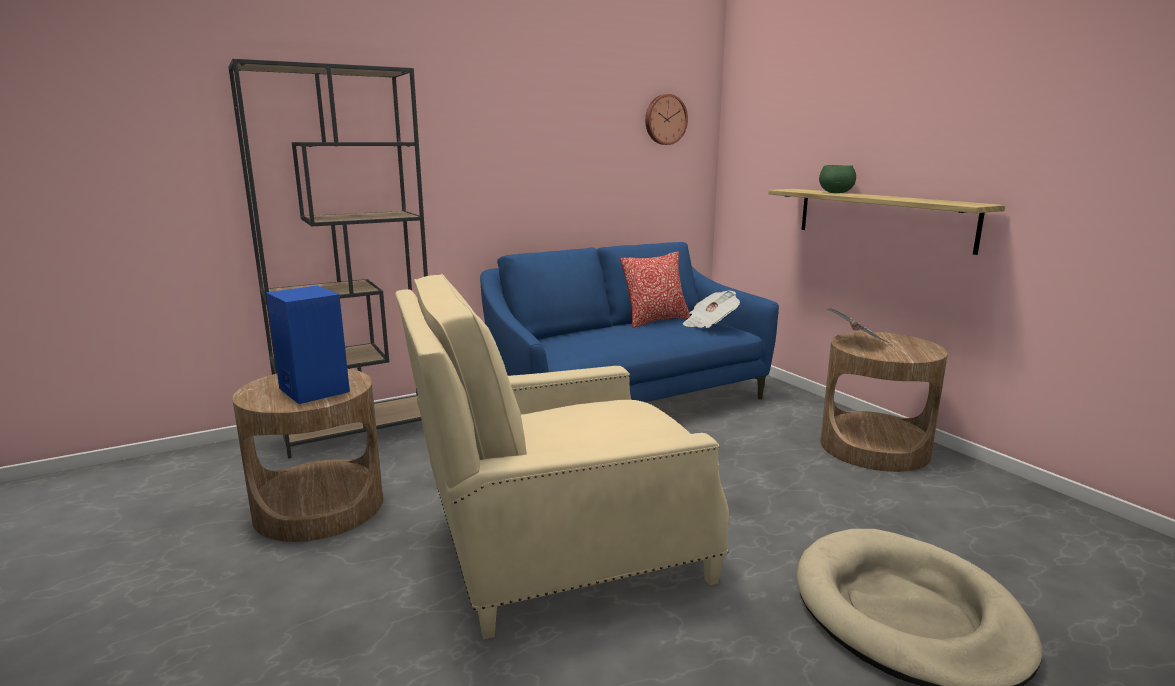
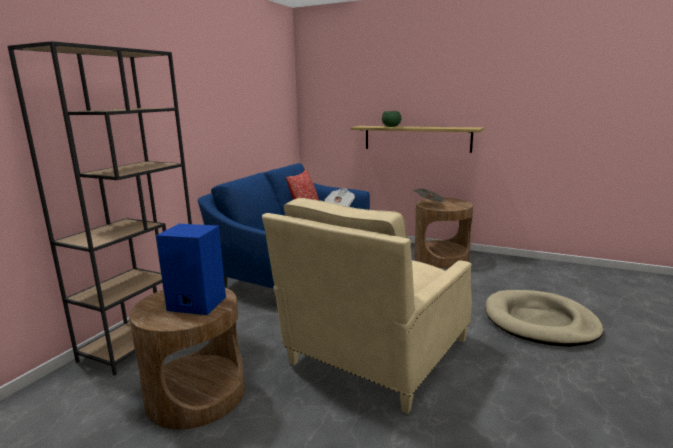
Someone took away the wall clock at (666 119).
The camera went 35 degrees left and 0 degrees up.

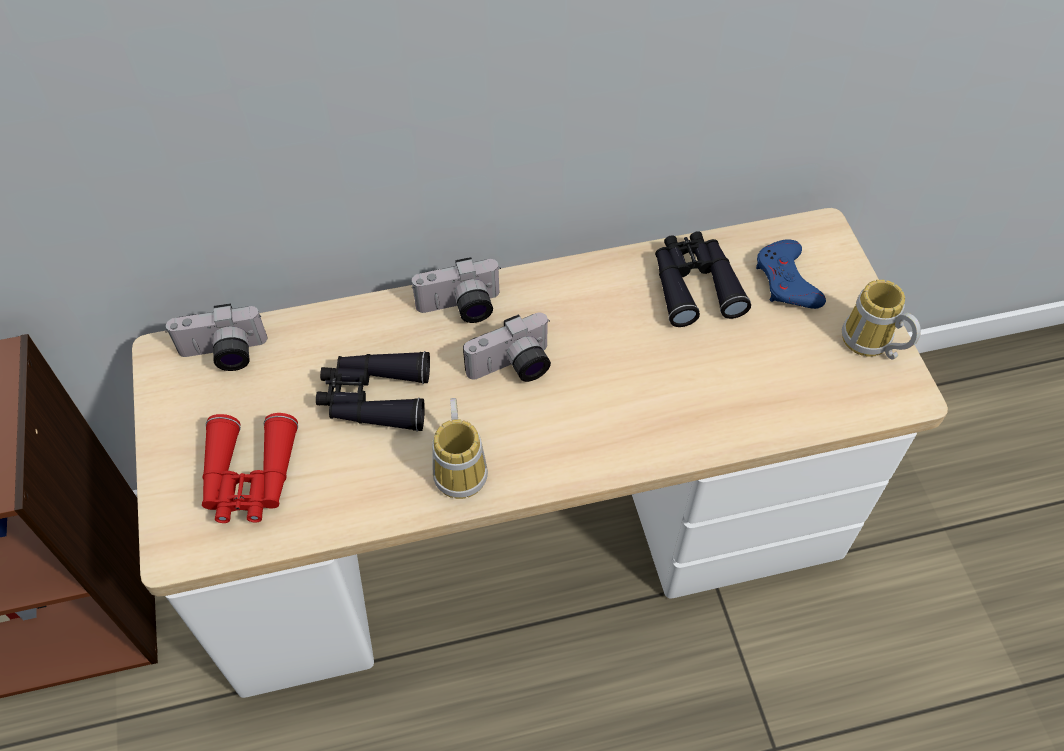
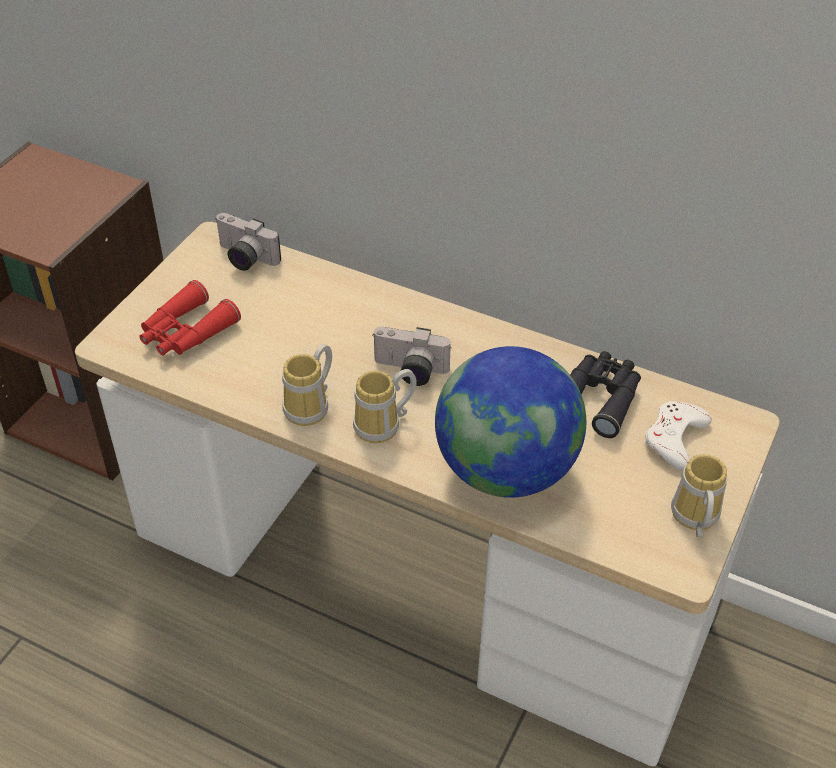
Someone put down the tea mug at (385 406).
Someone put down the globe at (510 422).
Someone repainted the joypad/blue-coloured at (791 274), which became the joypad/whitish at (678 435).
Someone took away the field glasses/black at (373 391).
Someone took away the still camera at (456 290).
The camera went 40 degrees right and 10 degrees down.

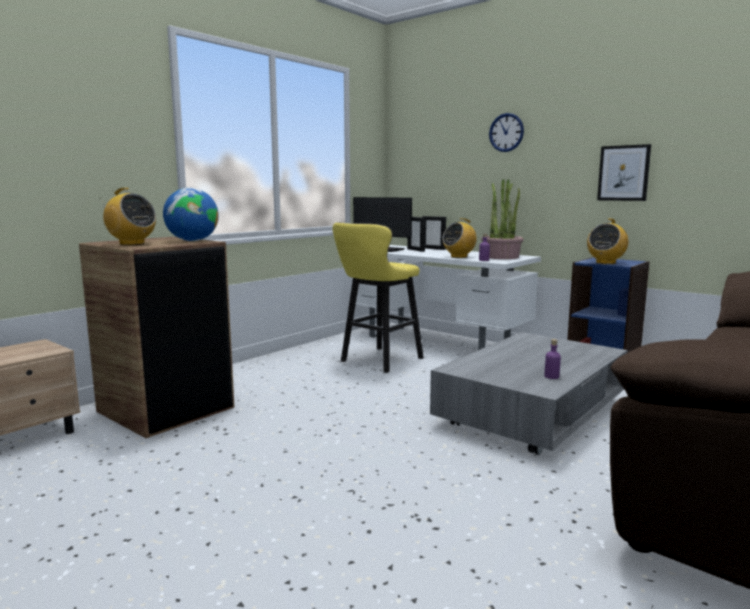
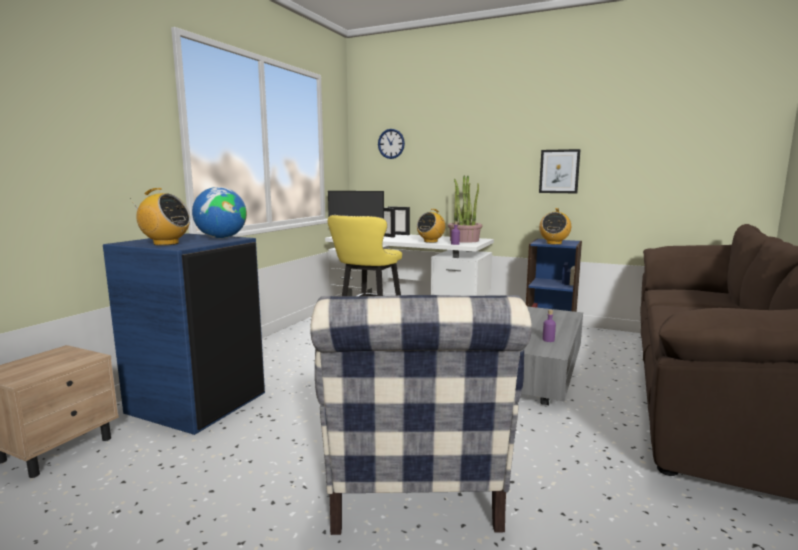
Someone repainted the cabinet/brown at (156 337), which became the cabinet/blue-coloured at (184 334).
Someone put down the lounge chair at (421 415).
Someone carried the wall clock from (506 132) to (391 144).
The camera went 15 degrees left and 0 degrees up.

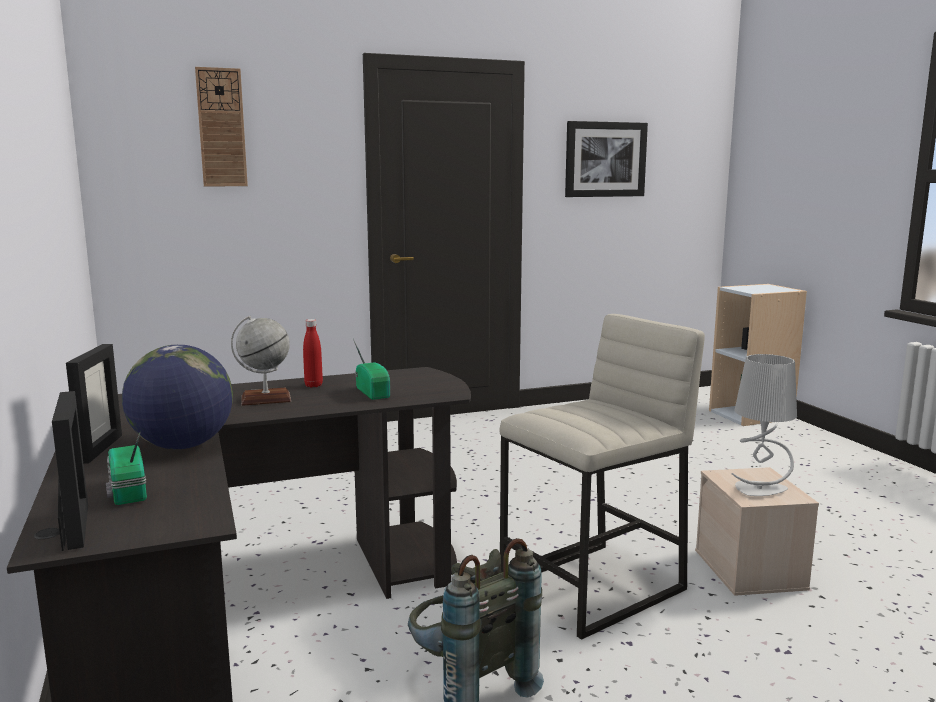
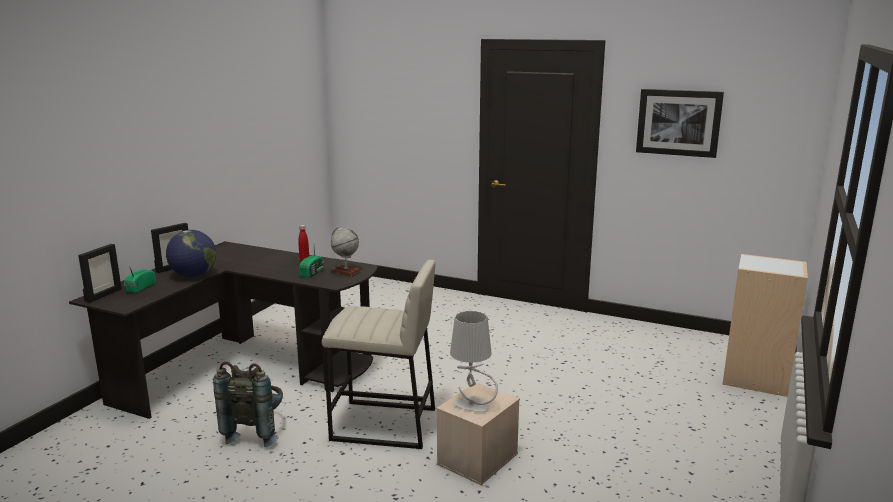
Someone carried the globe from (261 361) to (346 251).
Someone took away the wall clock at (221 127).
The camera went 45 degrees right and 5 degrees up.

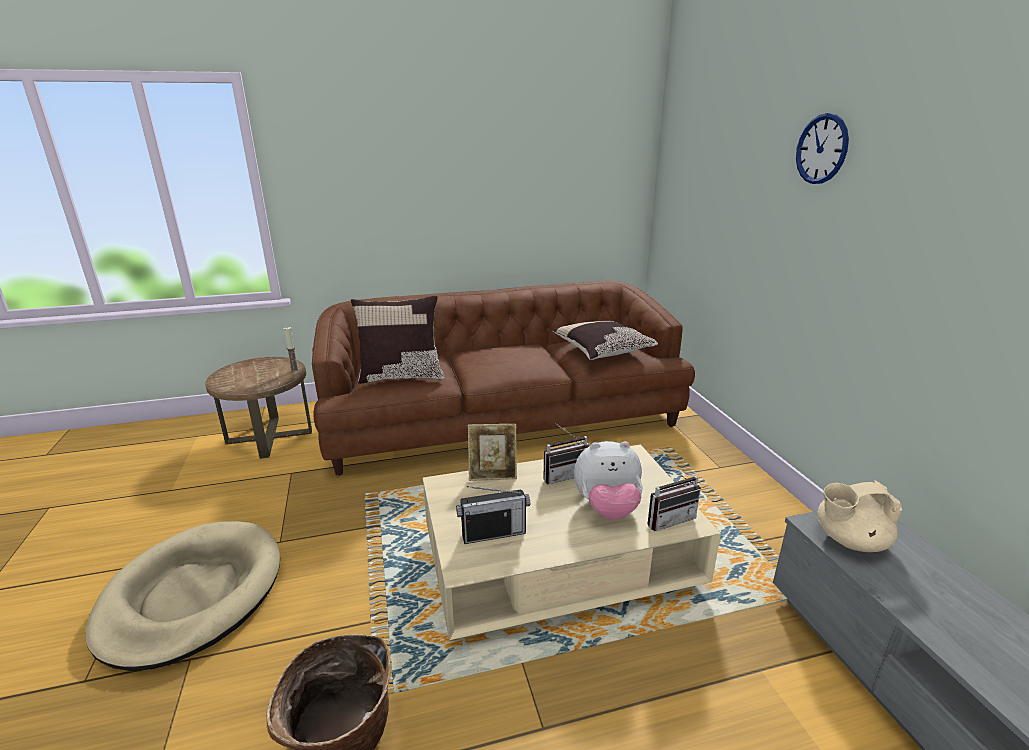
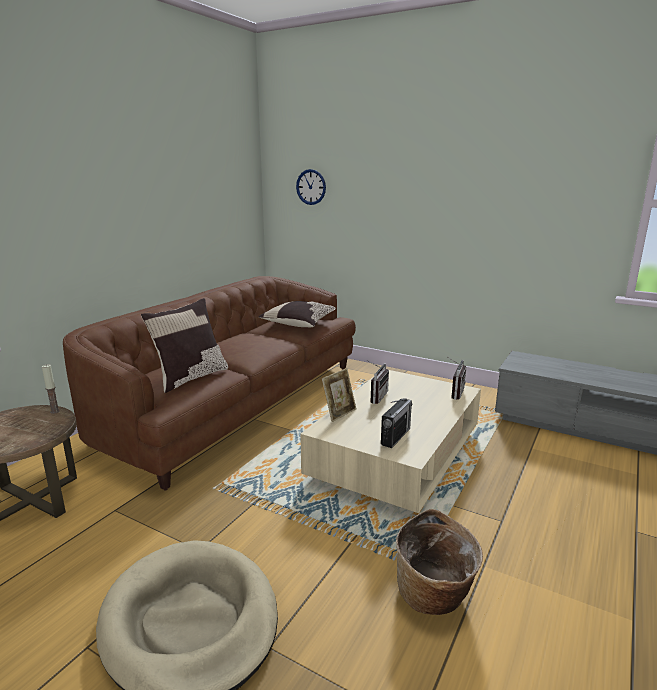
Someone carried the wall clock from (822 148) to (311 187).
Someone took away the cuddly toy at (608 480).
Someone took away the pot for tea/beige-coloured at (859 516).
The camera went 45 degrees left and 5 degrees down.

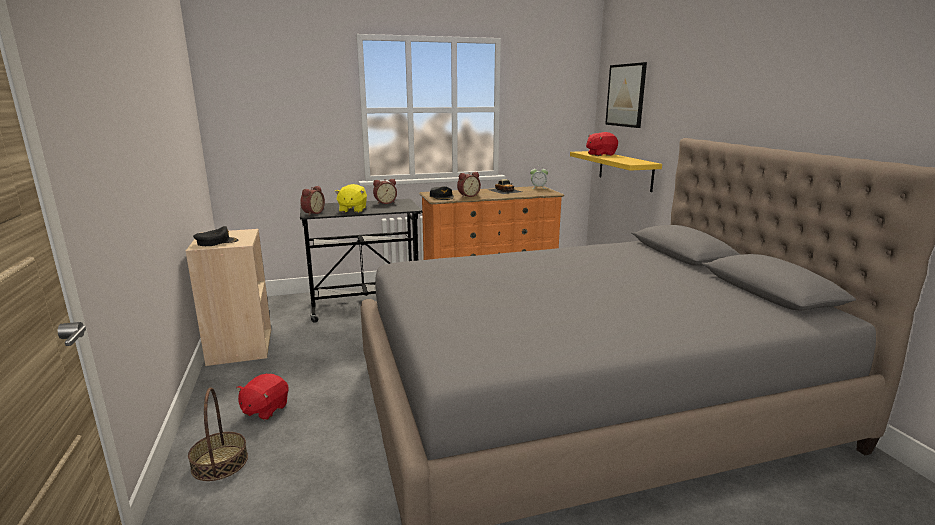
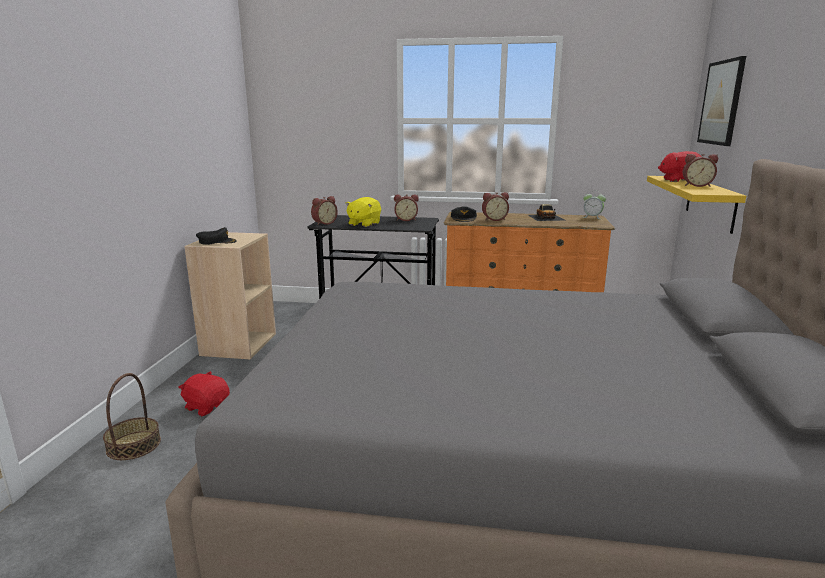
Someone rotated the cuddly toy/red-coloured at (262 397) by 75 degrees clockwise.
Someone put down the alarm clock at (700 170).
The camera went 25 degrees right and 0 degrees up.

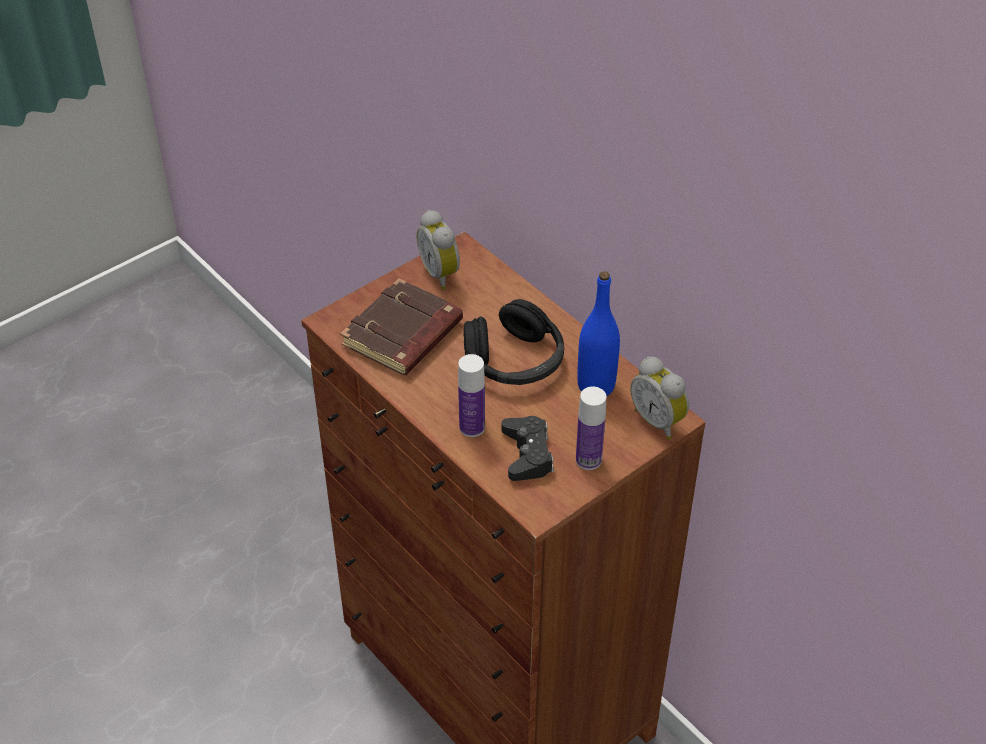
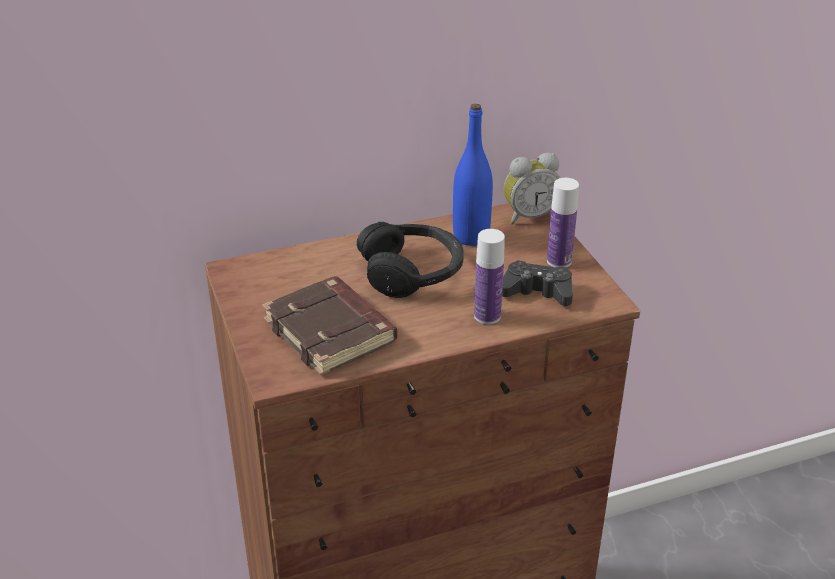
Someone took away the alarm clock at (438 250).
The camera went 70 degrees left and 10 degrees down.

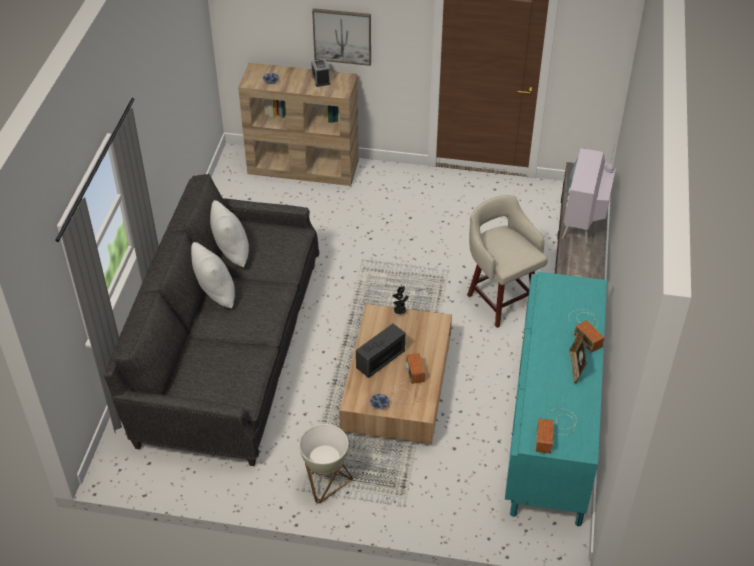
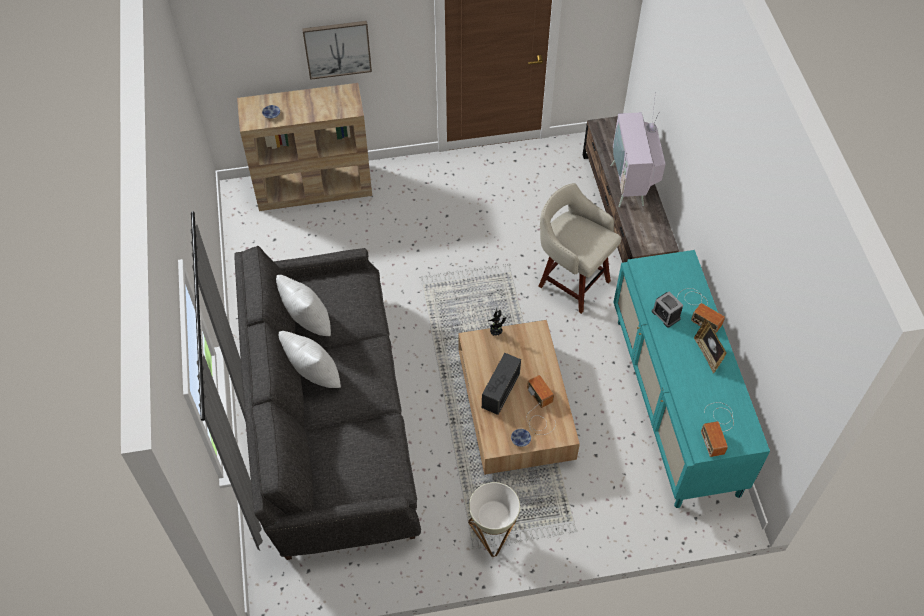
Someone carried the alarm clock from (321 73) to (667 309).
The camera went 20 degrees left and 10 degrees up.

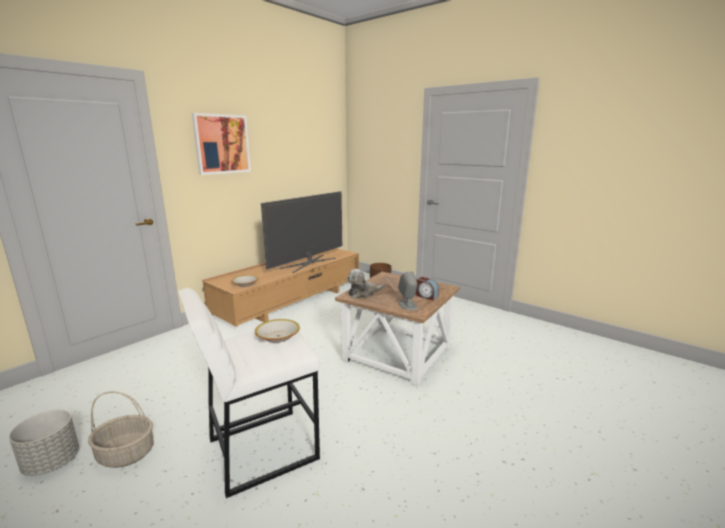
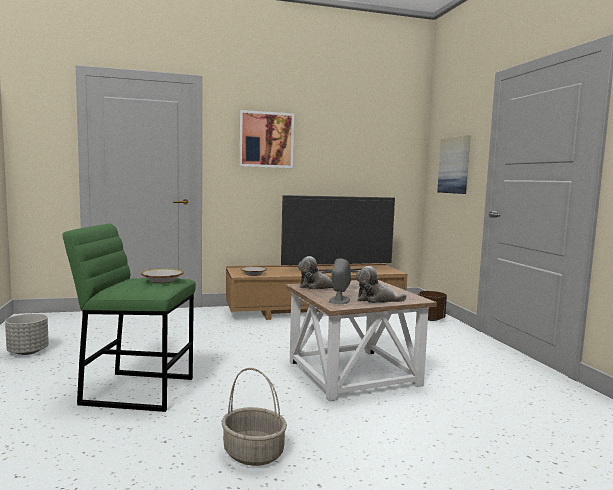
Someone repainted the stool seat/whitish at (249 393), which became the stool seat/green at (129 318).
Someone carried the storage basket from (121 429) to (254 417).
Someone swapped the alarm clock at (427 288) for the cuddly toy at (381 284).
Someone put up the picture at (453 164).
The camera went 35 degrees right and 10 degrees down.

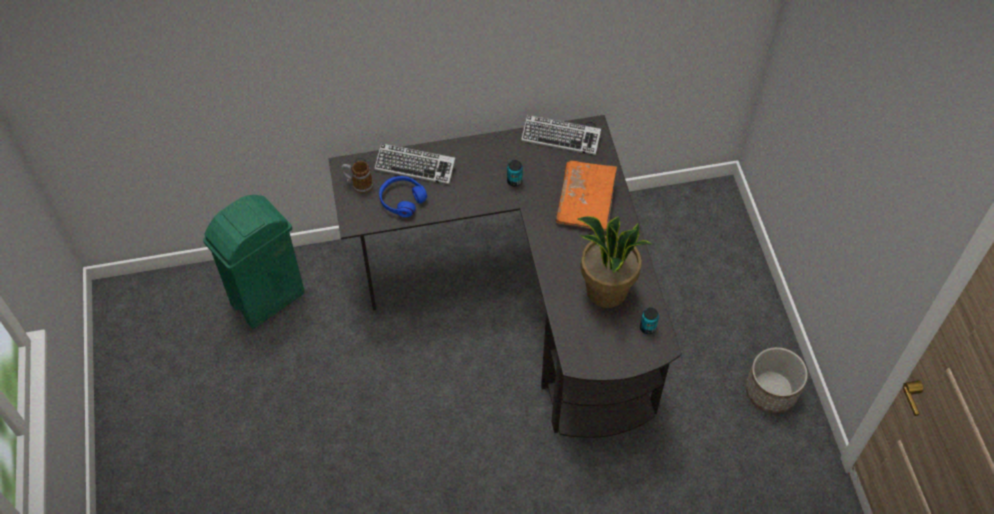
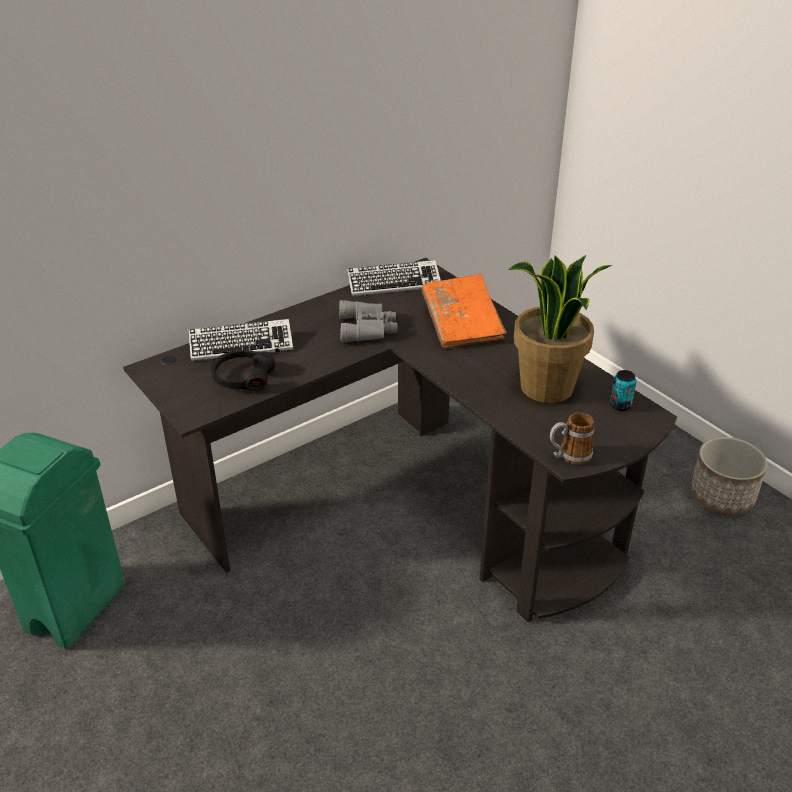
Someone repainted the headset/blue-coloured at (403 196), which became the headset/black at (243 370).
Someone swapped the metal can at (515 173) for the field glasses/greyish at (369 321).
Someone carried the tea mug from (357 177) to (572 438).
The camera went 25 degrees left and 20 degrees down.

